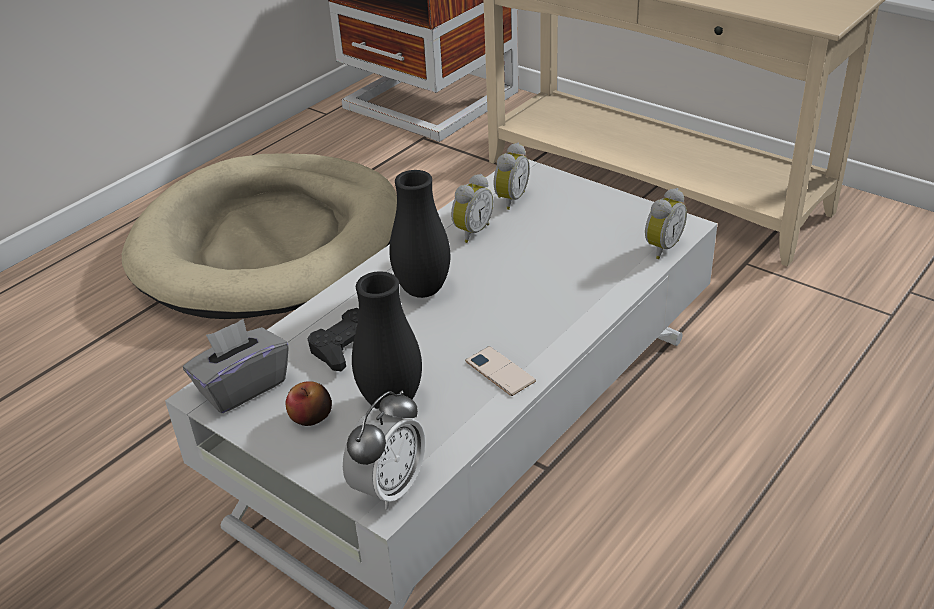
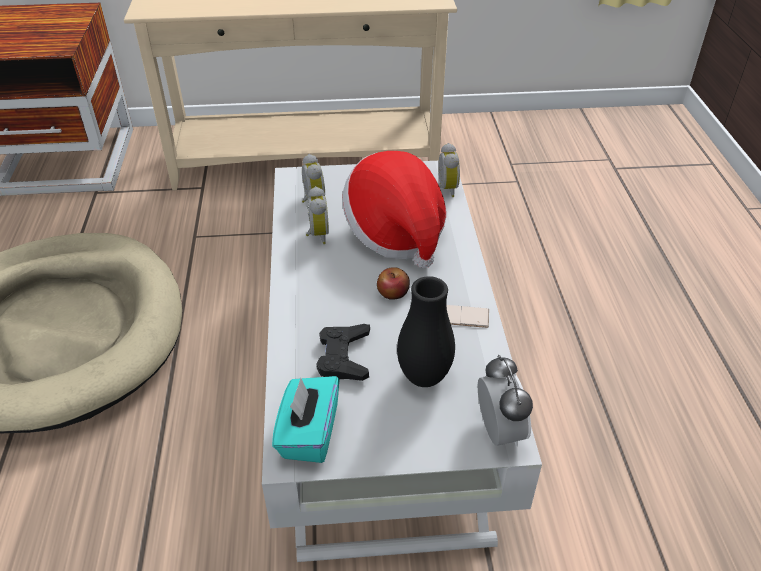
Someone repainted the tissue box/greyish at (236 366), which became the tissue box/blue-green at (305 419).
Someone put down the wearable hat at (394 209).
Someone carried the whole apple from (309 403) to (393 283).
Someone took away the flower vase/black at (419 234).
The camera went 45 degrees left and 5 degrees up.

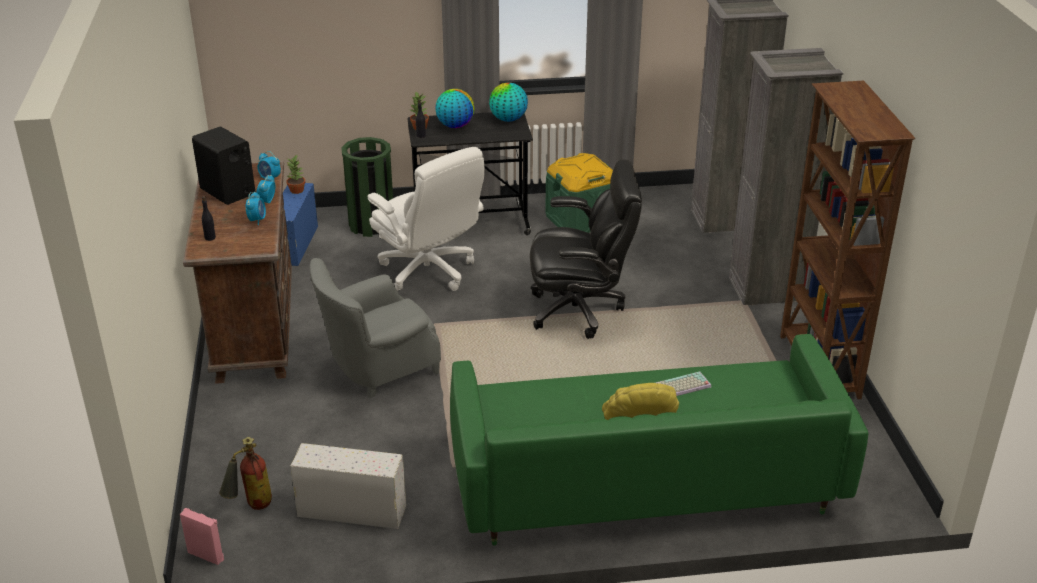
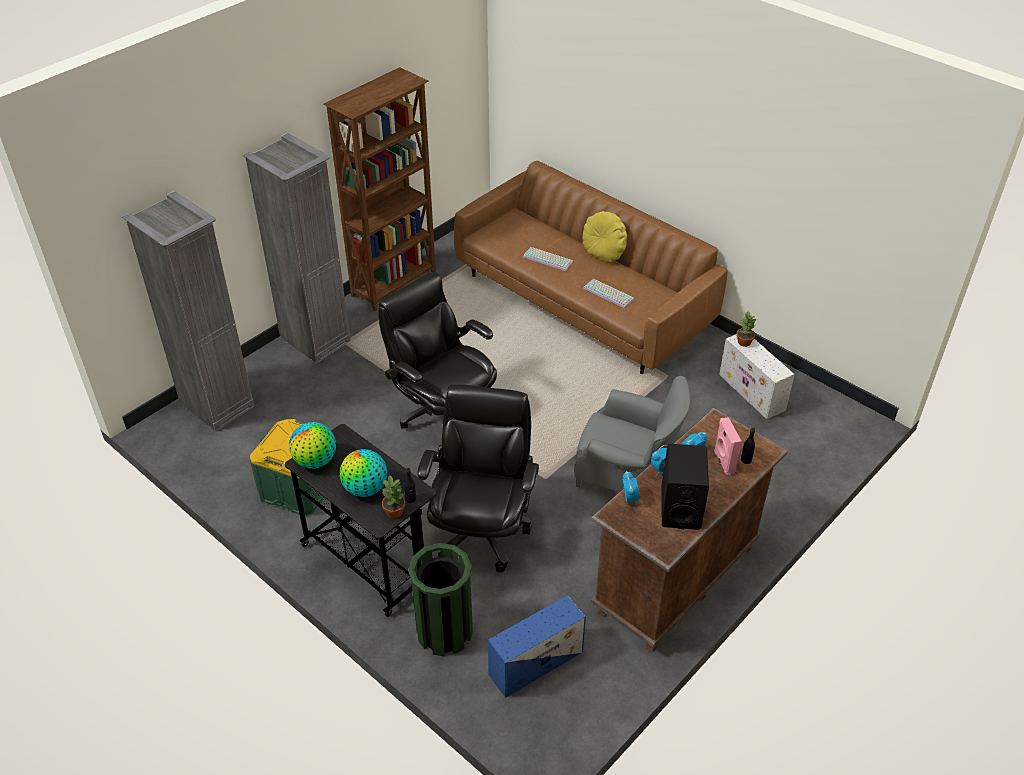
Someone repainted the office chair/whitish at (426 219), which became the office chair/black at (478 478).
Someone repainted the settee/green at (659 440), which became the settee/brown at (591 267).
Someone put down the computer keyboard at (608 293).
Someone carried the loudspeaker/pink-coloured from (202 536) to (728 446).
Someone carried the houseplant from (296 174) to (746 329).
Someone took away the fire extinguisher at (245 473).
The camera went 130 degrees left and 10 degrees up.

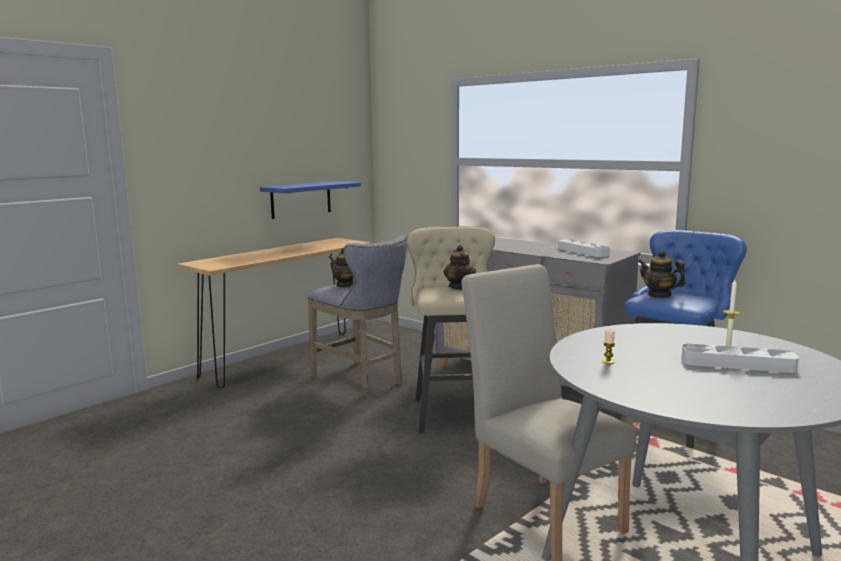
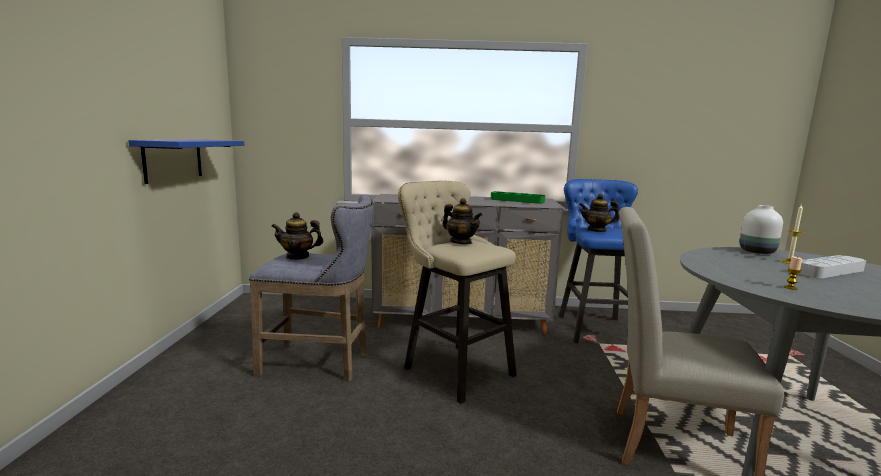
Someone repainted the carrying tray/greyish at (584 248), which became the carrying tray/green at (518 197).
Someone put down the flower vase/whitish at (761 229).
Someone took away the console table/brown at (274 313).
The camera went 40 degrees left and 0 degrees up.

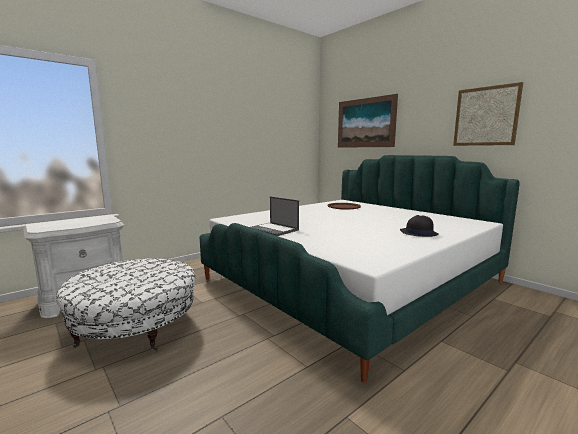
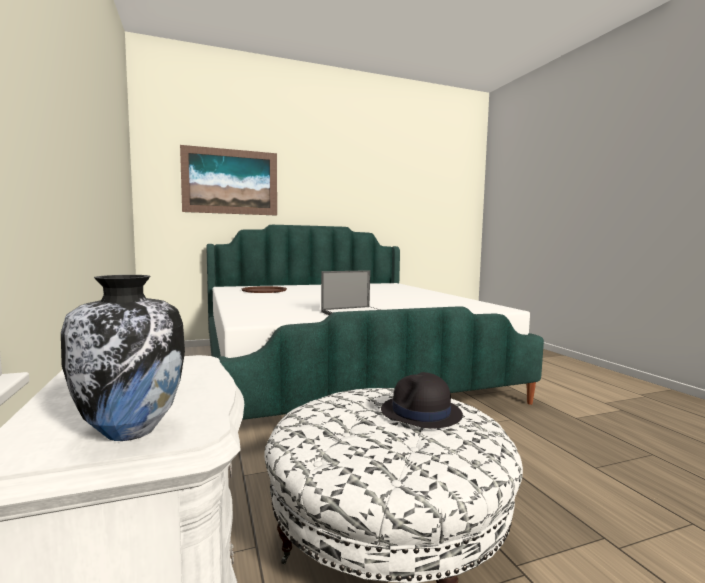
Someone put down the flower vase at (123 358).
Someone carried the wearable hat/black from (419 226) to (422 400).
Someone took away the picture at (488 114).
The camera went 70 degrees left and 5 degrees down.

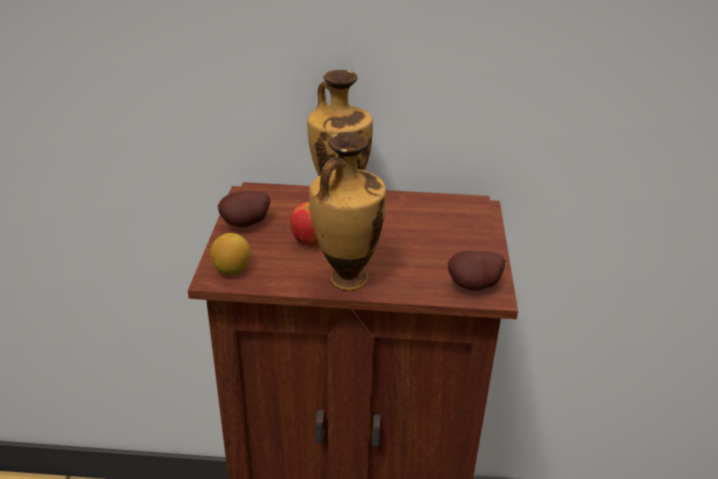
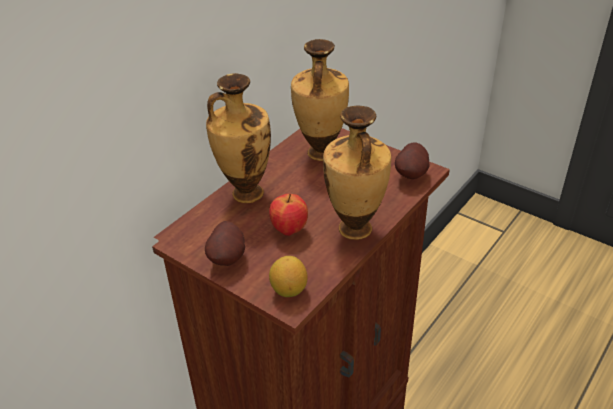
Someone put down the flower vase at (320 100).
The camera went 55 degrees left and 5 degrees up.

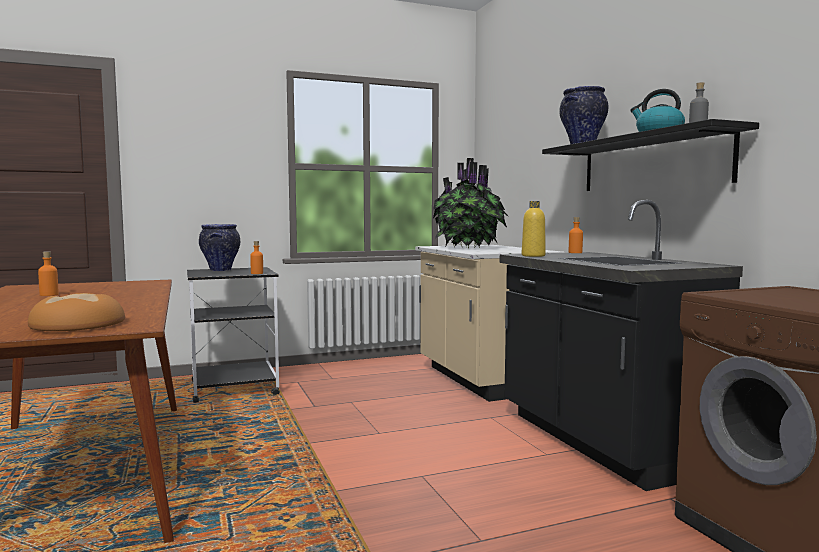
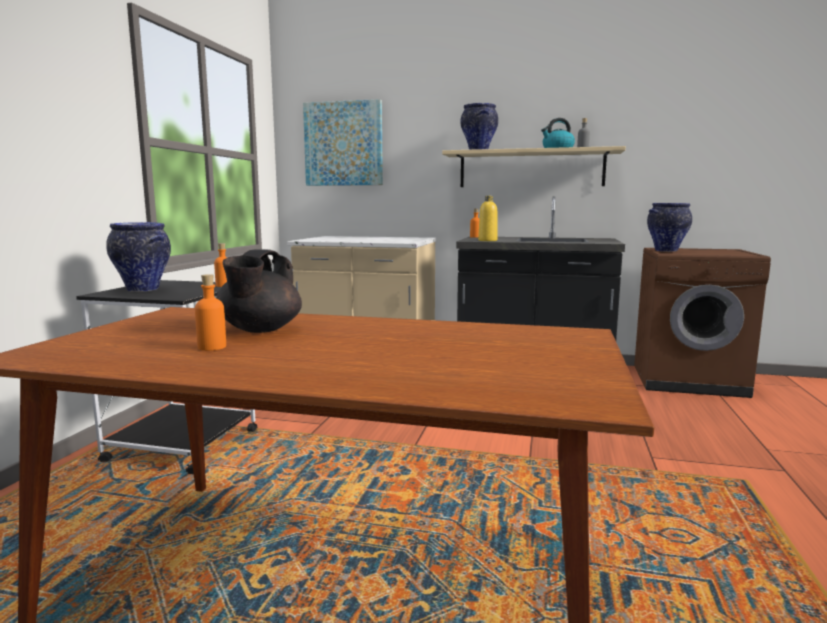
Someone put down the pot for tea/black at (259 291).
Someone put up the picture at (343 142).
Someone repainted the bracket shelf/black at (650 155), which became the bracket shelf/beige-coloured at (534 166).
Someone put down the flower vase at (669 227).
Someone took away the bread at (76 312).
Someone took away the houseplant at (471 203).
The camera went 55 degrees left and 5 degrees up.

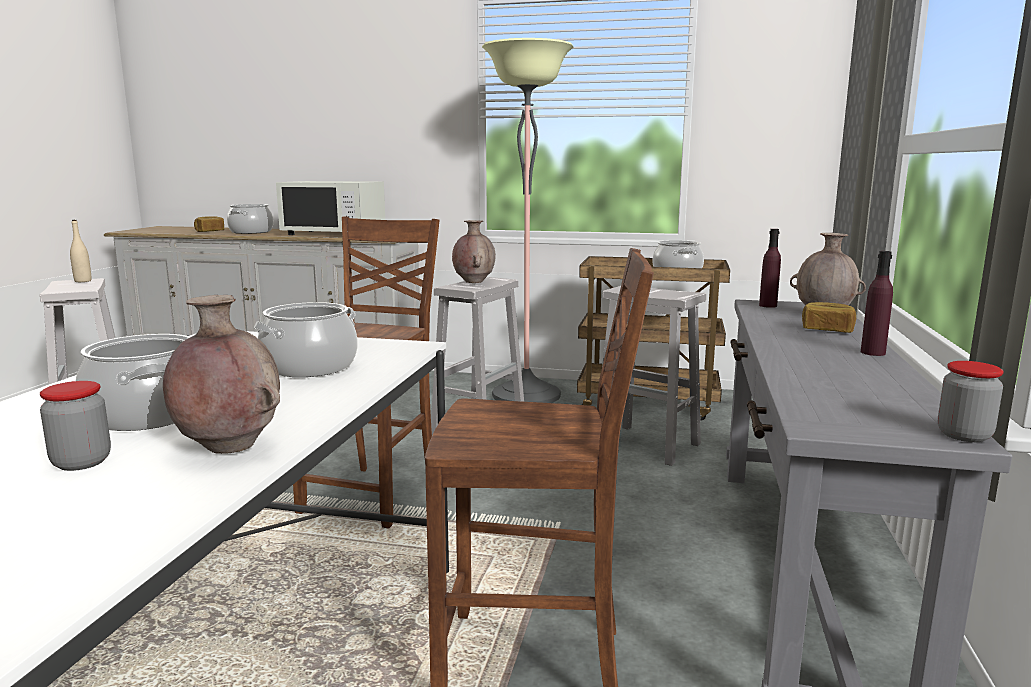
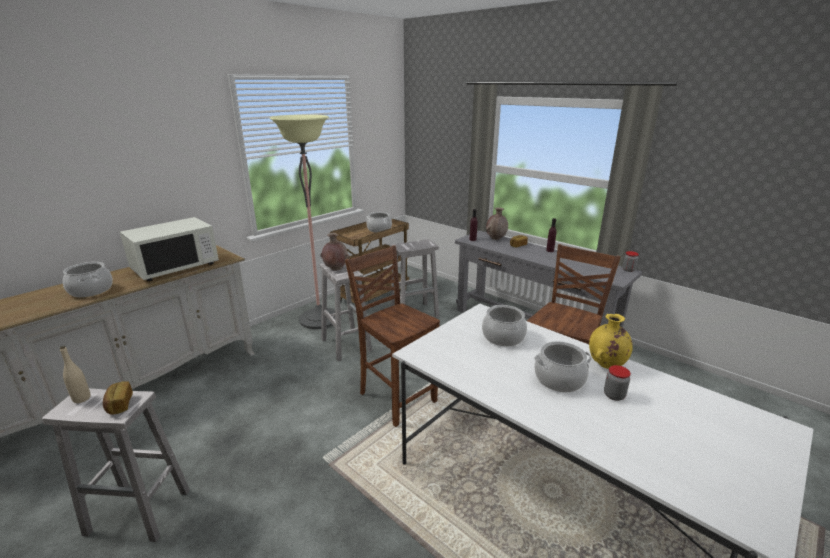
Someone carried the bread from (209 224) to (118 398).
Someone repainted the flower vase/brown at (221 374), which became the flower vase/yellowish at (611 341).
The camera went 60 degrees left and 10 degrees up.

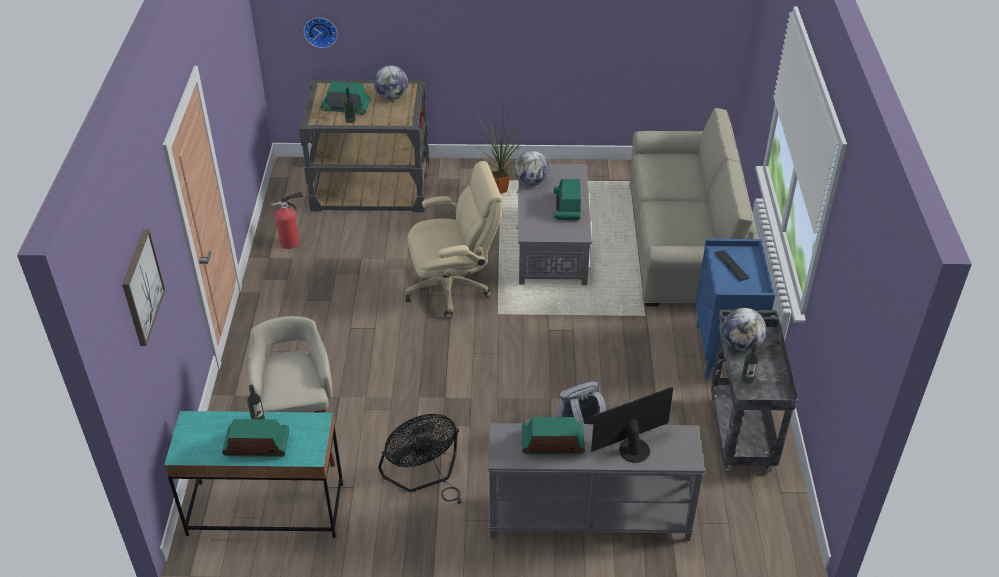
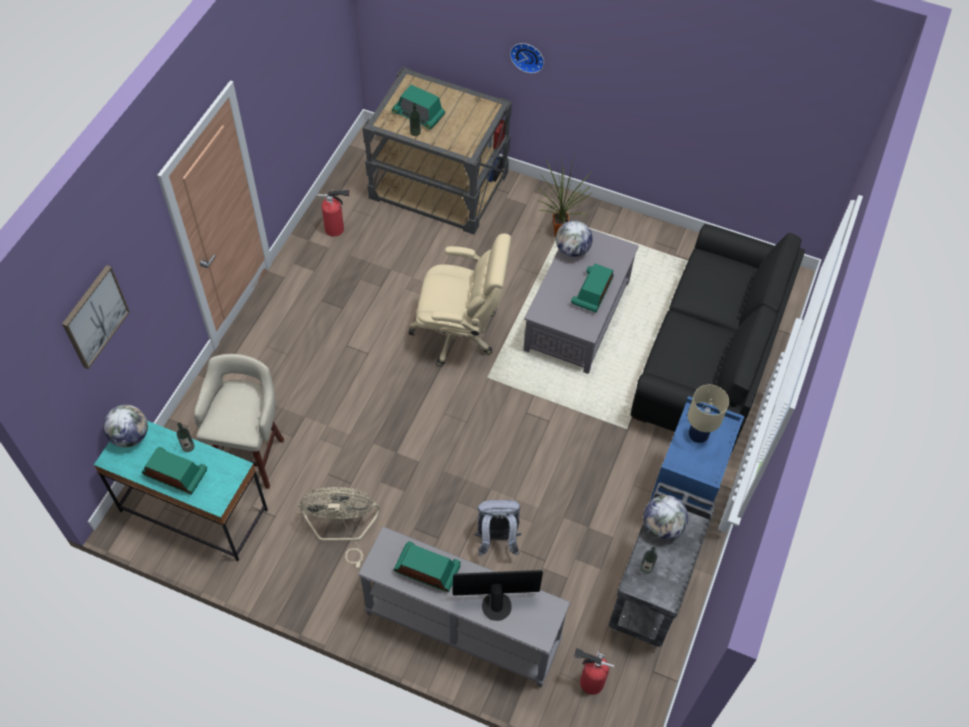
Someone carried the globe from (391 82) to (125 426).
Someone repainted the cooling fan/black at (420 459), which became the cooling fan/beige-coloured at (339 528).
Someone carried the wall clock from (320 33) to (527 58).
Someone put down the fire extinguisher at (594 671).
Someone repainted the settee/beige-coloured at (693 207), which became the settee/black at (718 337).
Someone swapped the computer keyboard at (731 265) for the tabletop lamp/beige-coloured at (708 414).
The camera went 20 degrees right and 15 degrees up.

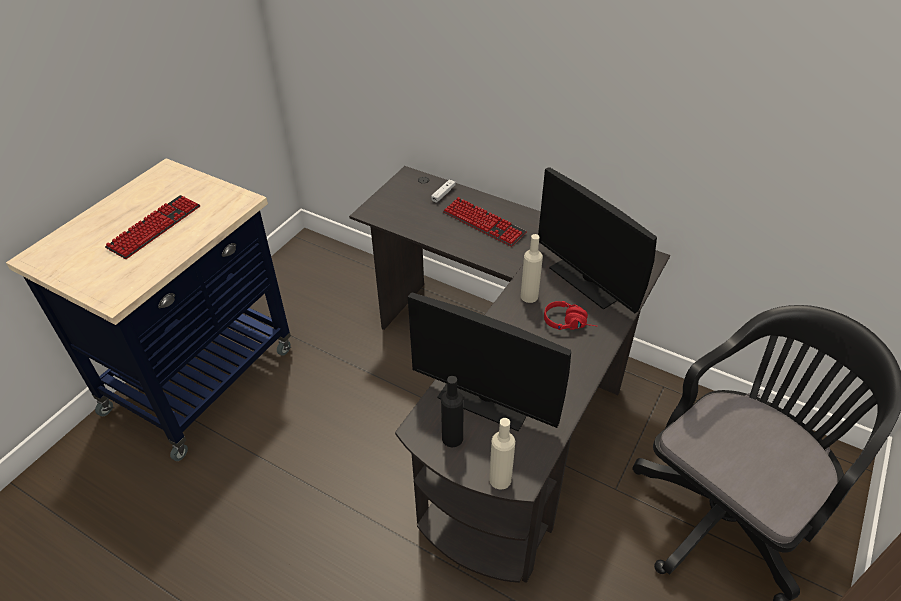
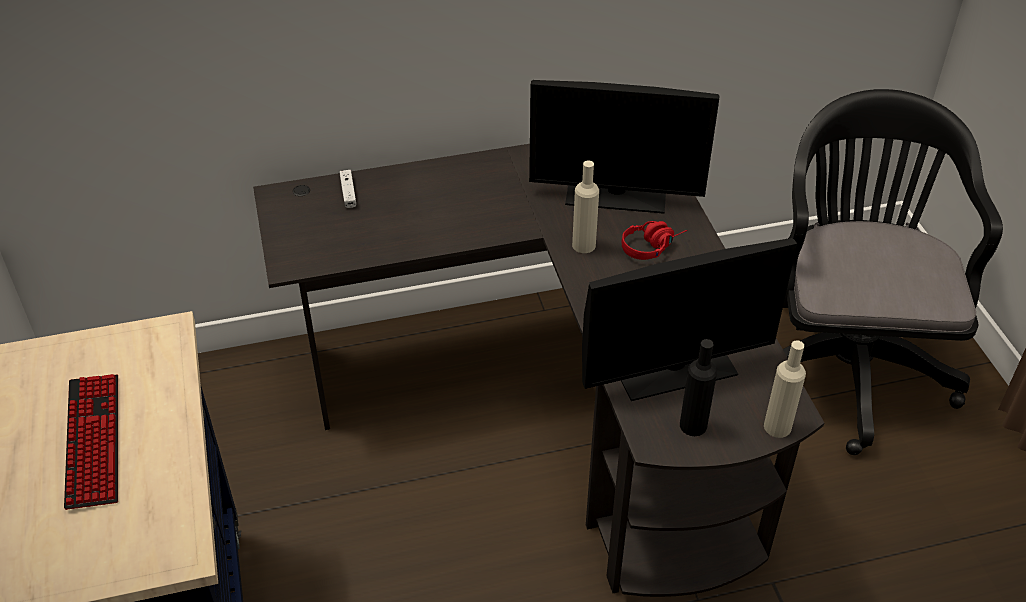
Someone took away the computer keyboard at (485 222).
The camera went 45 degrees left and 0 degrees up.

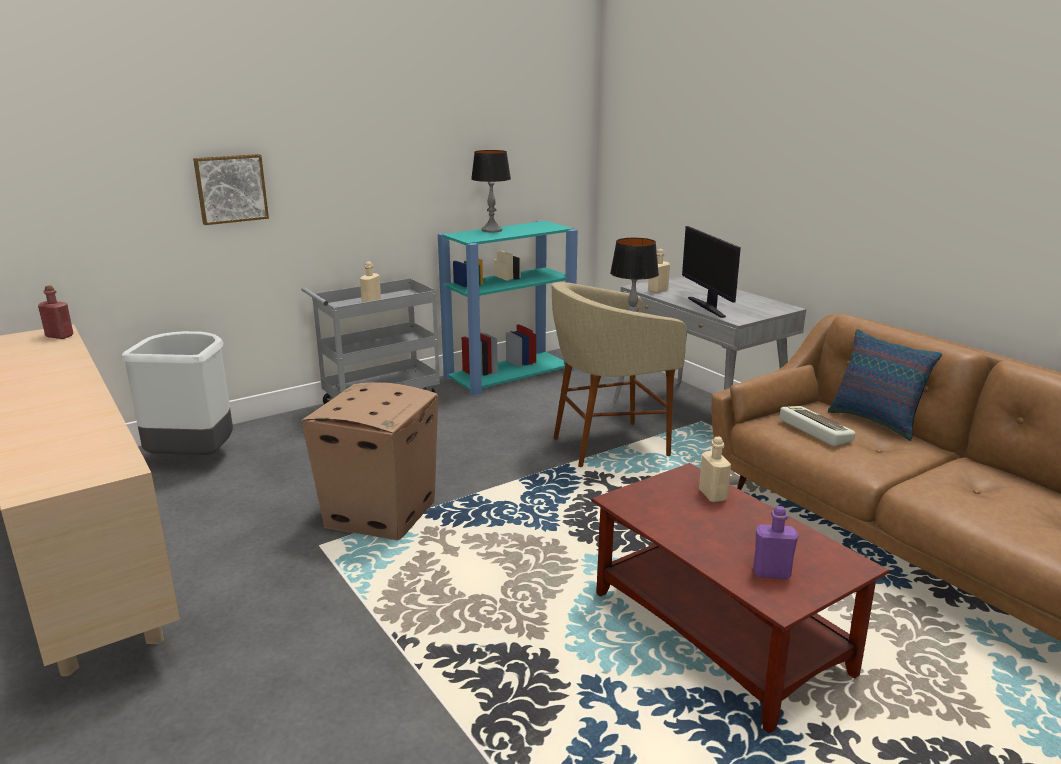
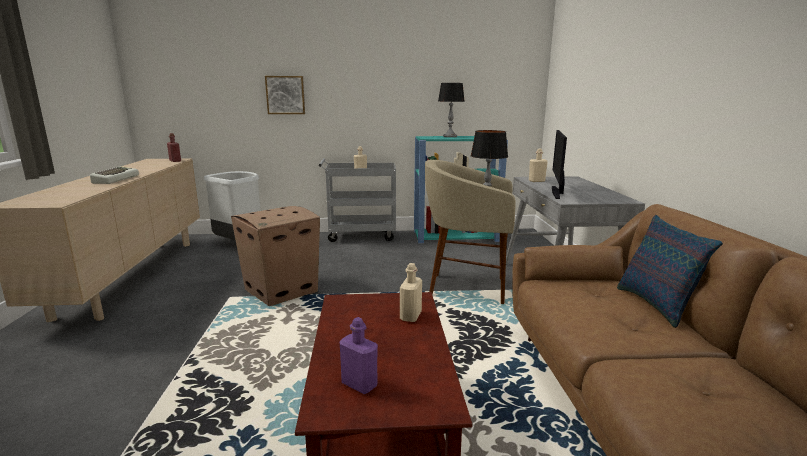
Someone carried the computer keyboard from (817 426) to (114 175).
The camera went 30 degrees right and 5 degrees down.

